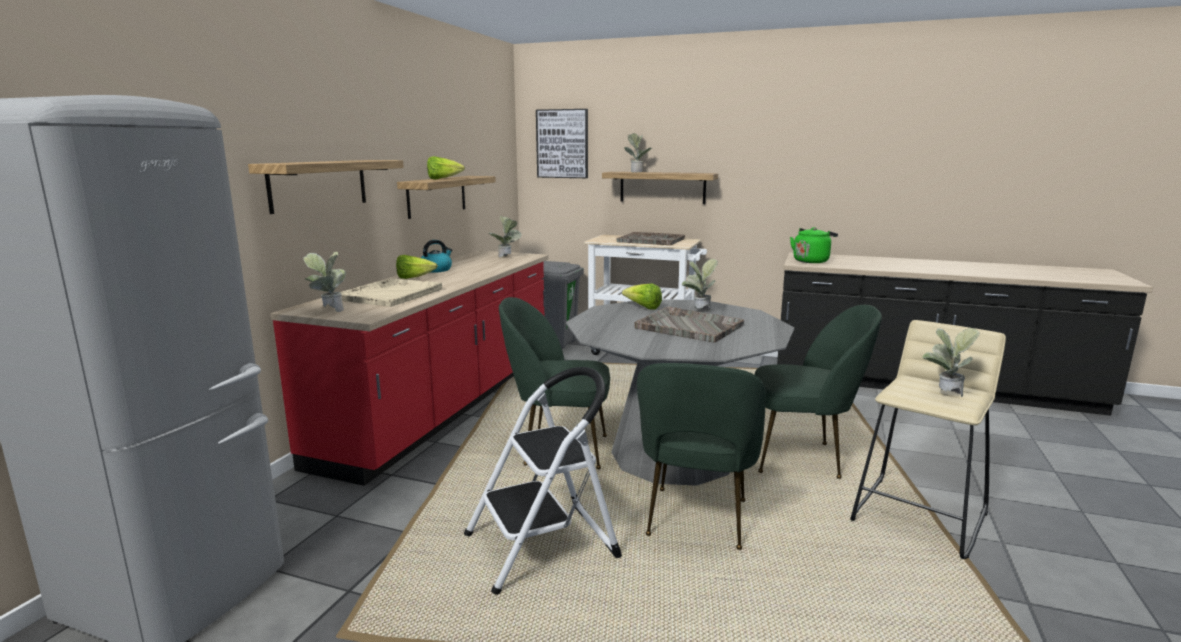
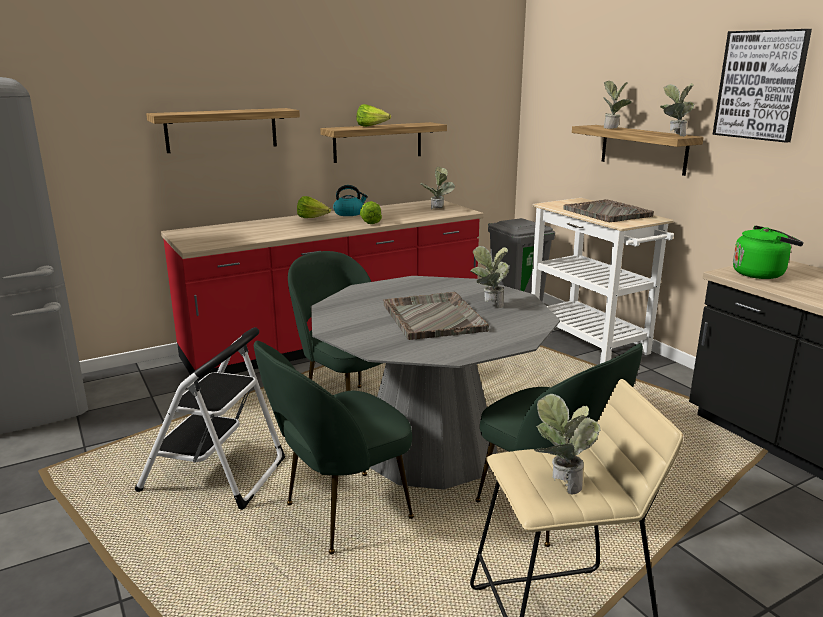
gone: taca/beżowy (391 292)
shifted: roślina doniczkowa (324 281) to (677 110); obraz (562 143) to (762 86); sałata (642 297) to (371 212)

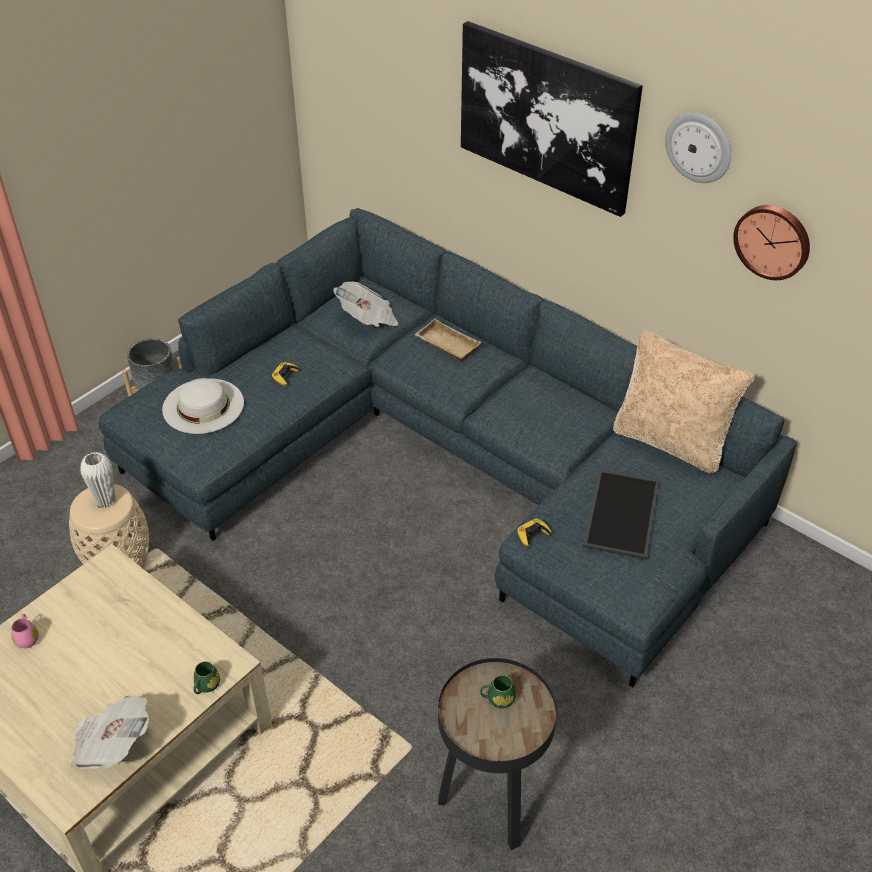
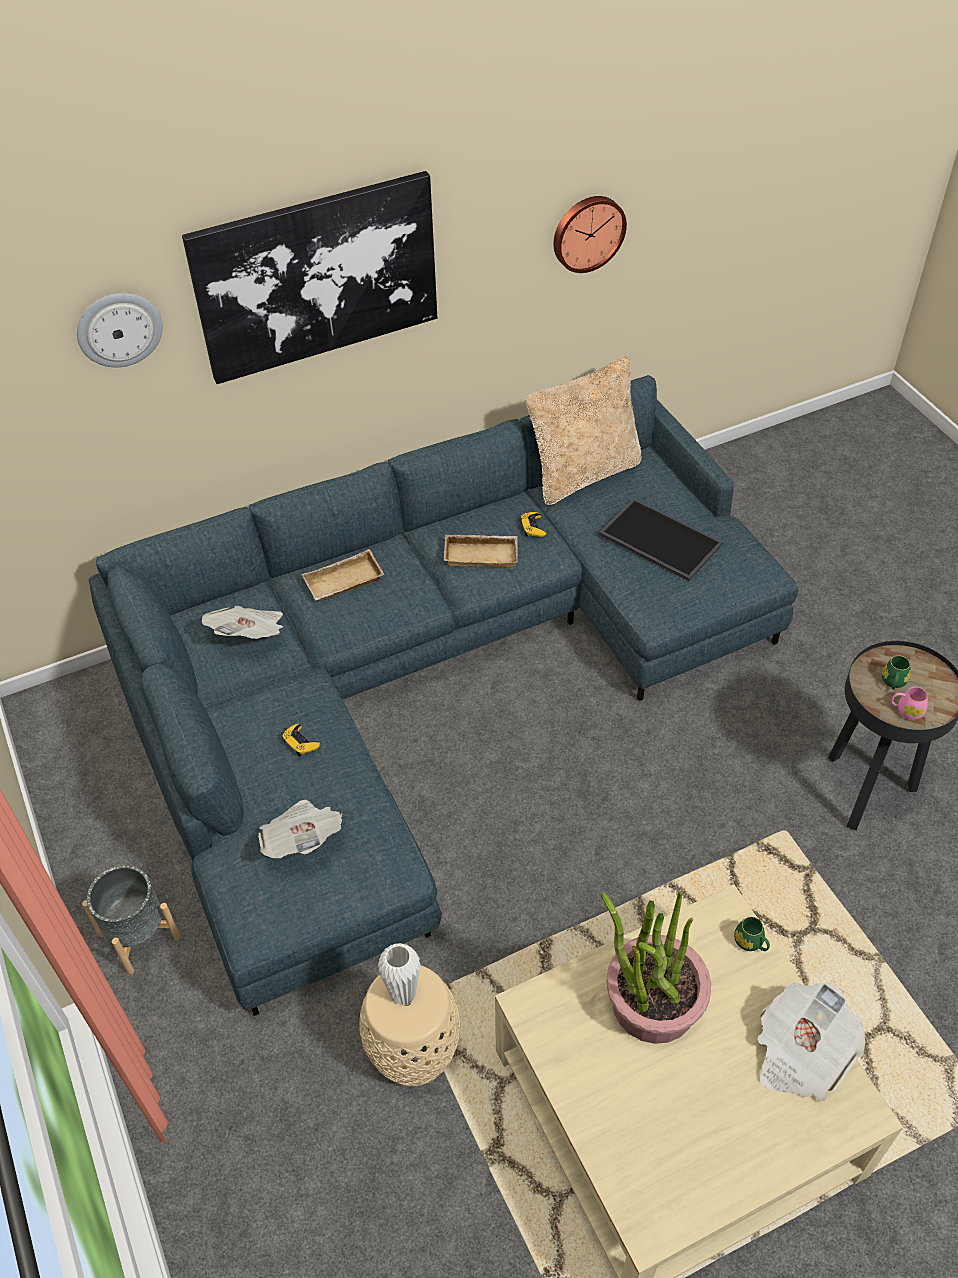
new: taca/beżowy (481 550); roślina doniczkowa (656 967)
shifted: kubek/różowy (25 631) to (910 703); pad do gier/żółty (534 532) to (534 524); zegar ścienny (698 148) to (120 330)
swapped: kapelusz/biały (203 406) to gazeta (300 829)

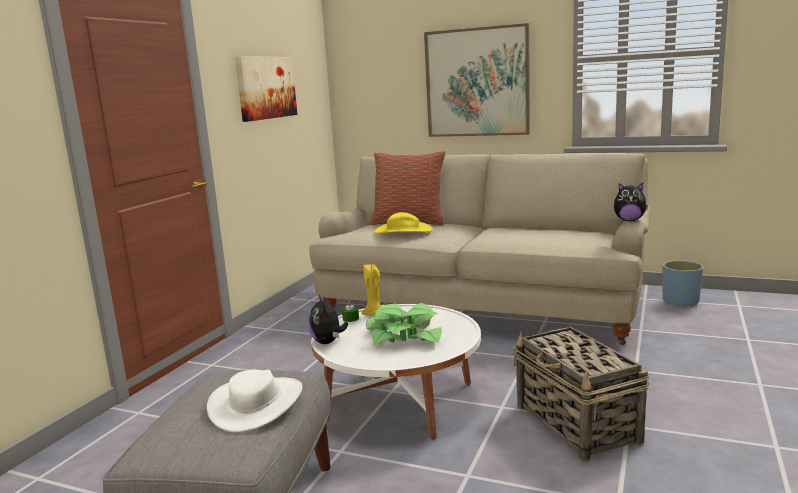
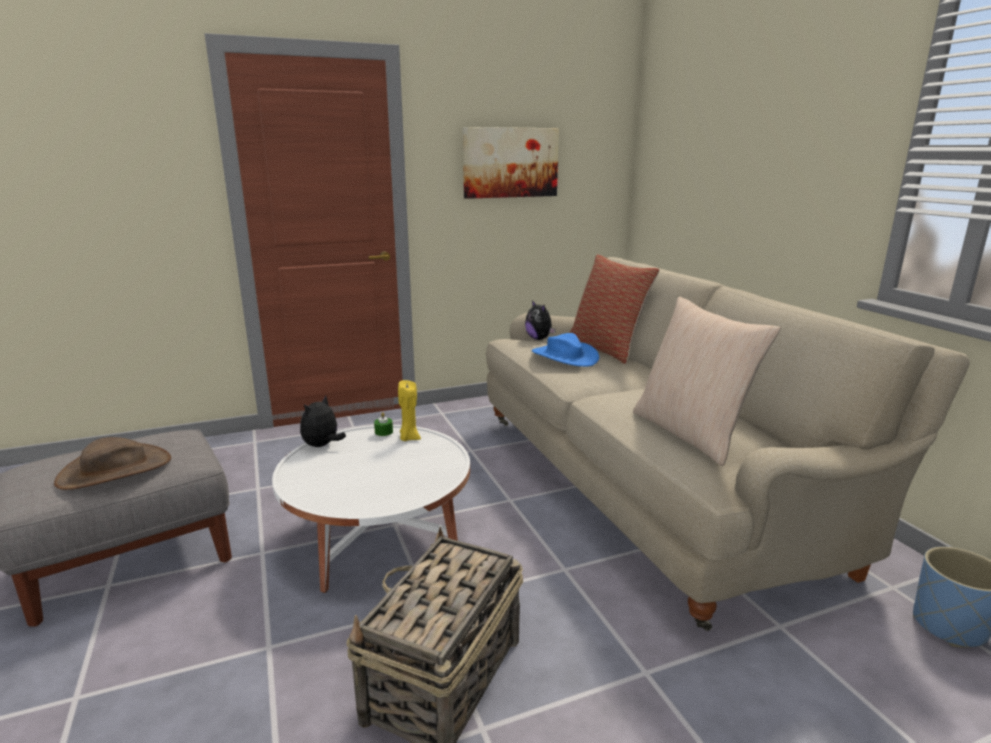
gone: roślina doniczkowa (404 324); obraz (477 80)
new: poduszka/beżowy (707 381)
shifted: pluszak (631 202) to (540 320)
repainted: kapelusz/biały (254 401) to kapelusz/brązowy (112 463); kapelusz/żółty (403 223) to kapelusz/niebieski (565 350)

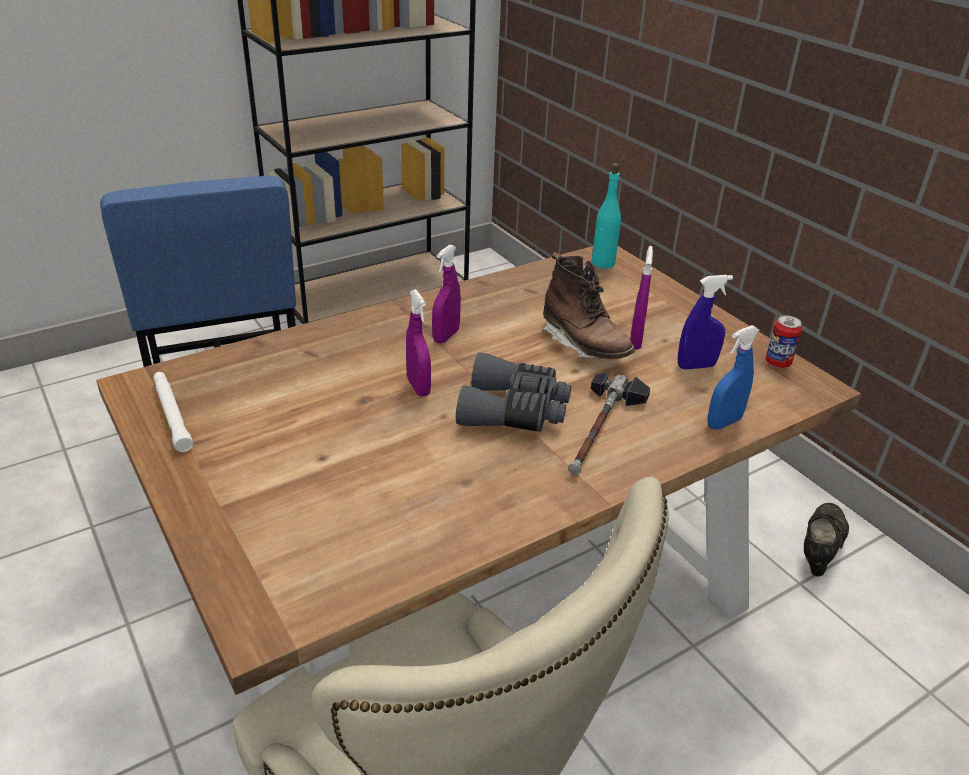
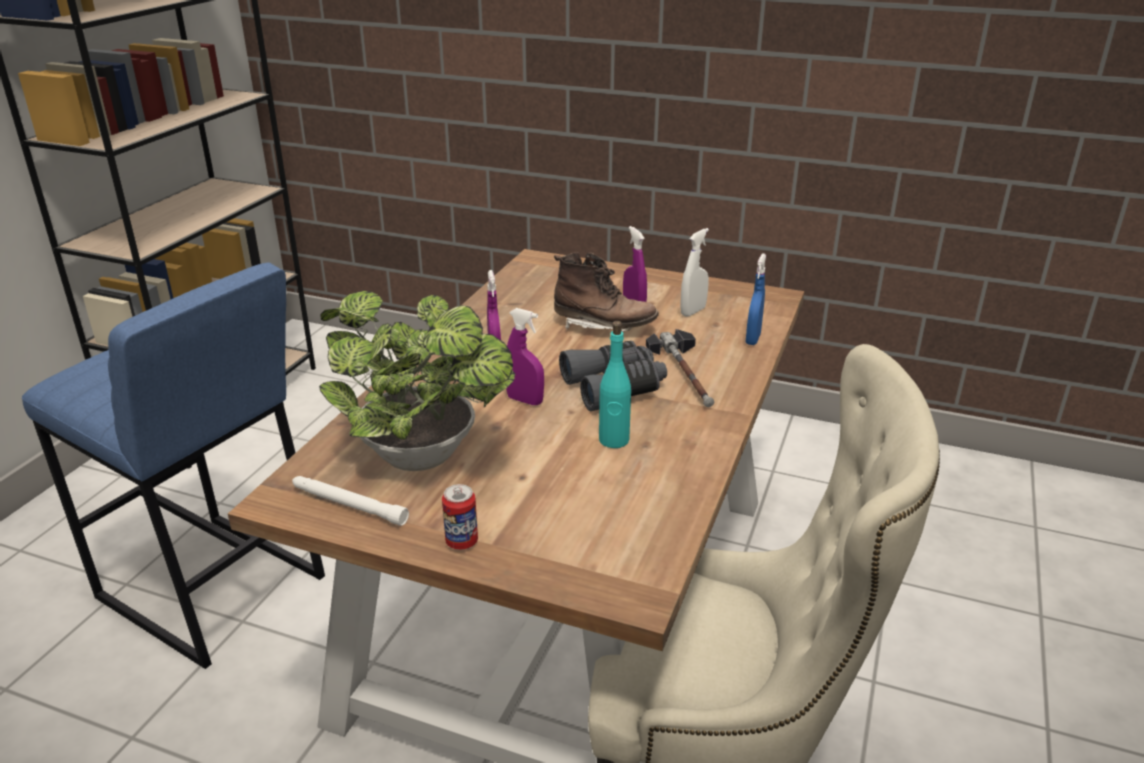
gone: but/czarny (826 540)
new: roślina doniczkowa (417 381)
shifted: butelka/turkusowy (606 215) to (615 384); puszka (783 341) to (460 517)
repainted: spryskiwacz/niebieski (705 322) to spryskiwacz/biały (694 272)

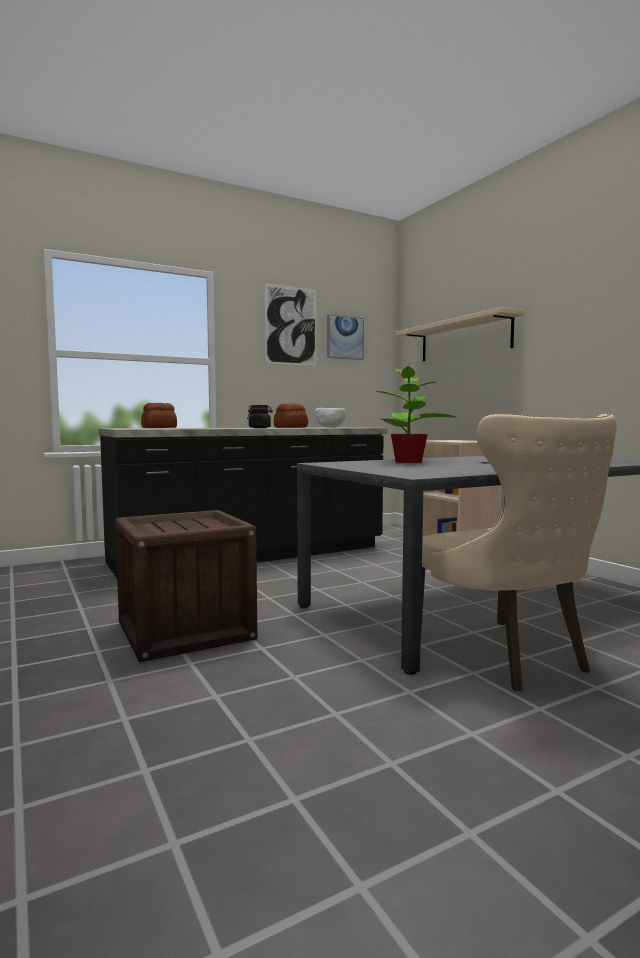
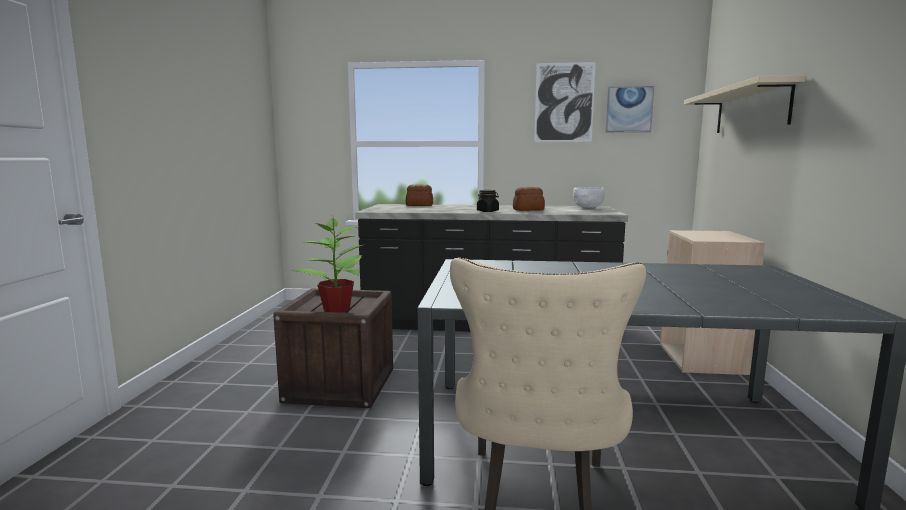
shifted: roślina doniczkowa (415 414) to (327 265)

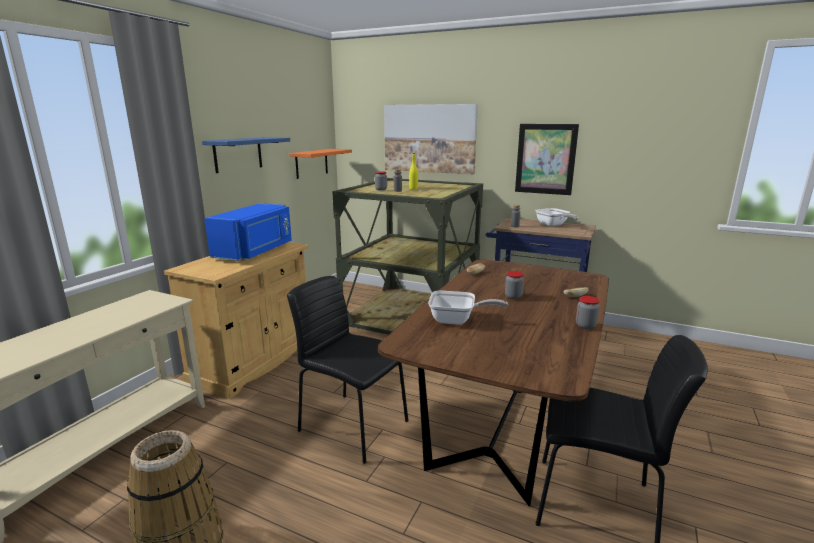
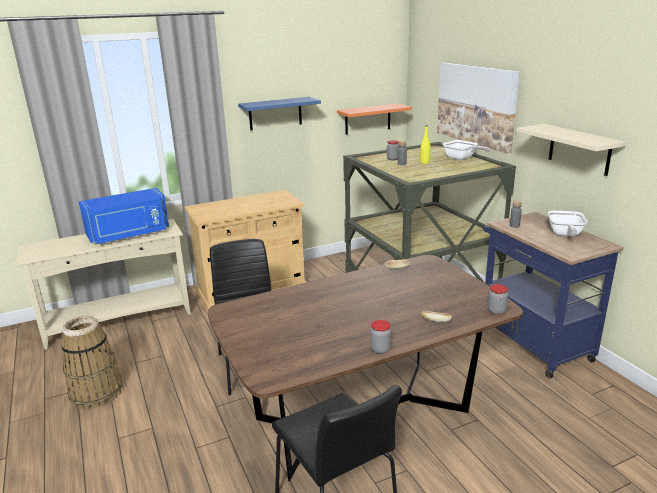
shifted: mikrofalówka/niebieski (248 232) to (124 216); patelnia (468 308) to (466 150); słoik (514 285) to (498 299)
swapped: obraz (547 159) to półka/beżowy (571 150)

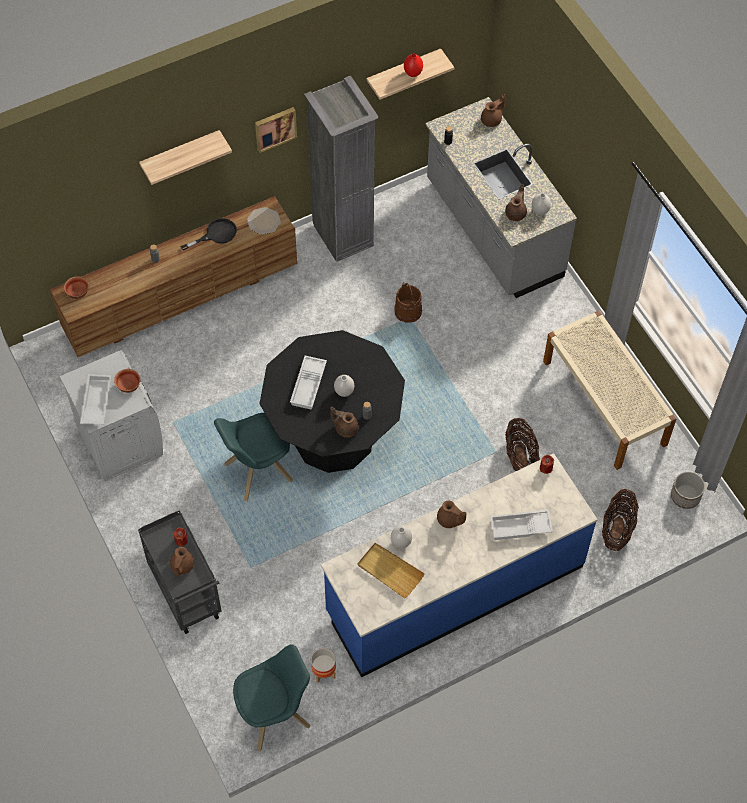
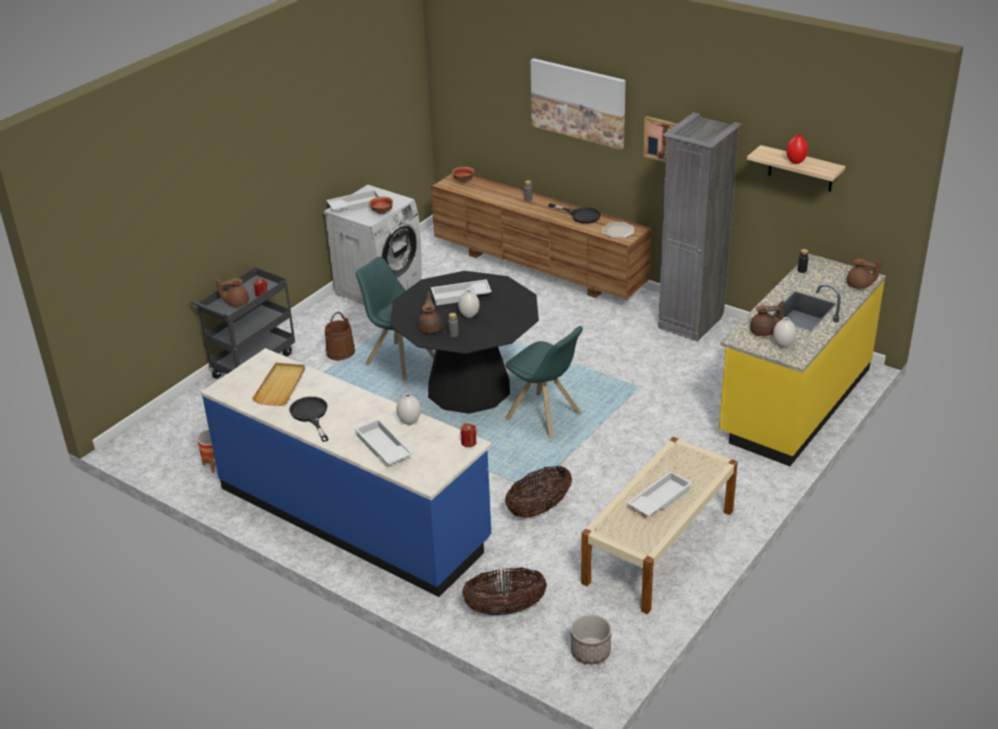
gone: imbryk/brązowy (452 514)
new: patelnia/czarny (308 419); taca/biały (659 494)
shifted: krzesło/turkusowy (271 698) to (544 382); wazon/biały (401 536) to (408 409); wiadro/brązowy (408 302) to (340 336)
swapped: półka (185 157) to obraz (578 104)
repainted: zabudowa kuchenna/szary (501 197) to zabudowa kuchenna/żółty (802 359)

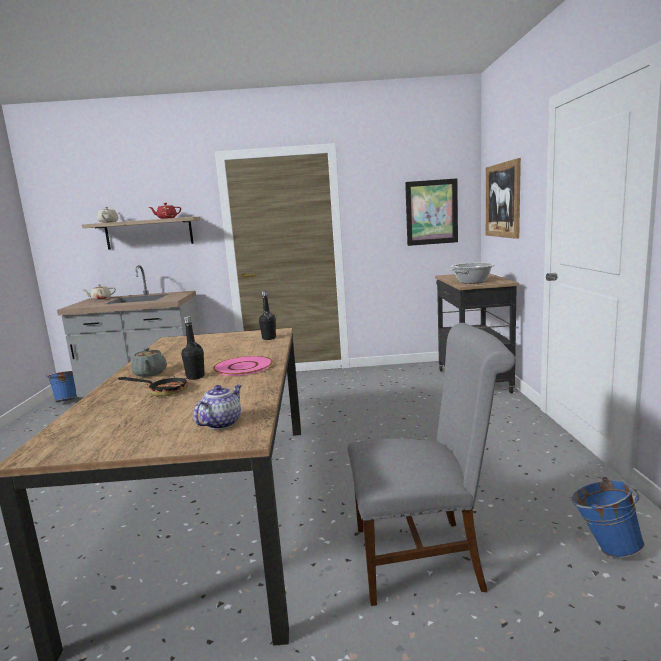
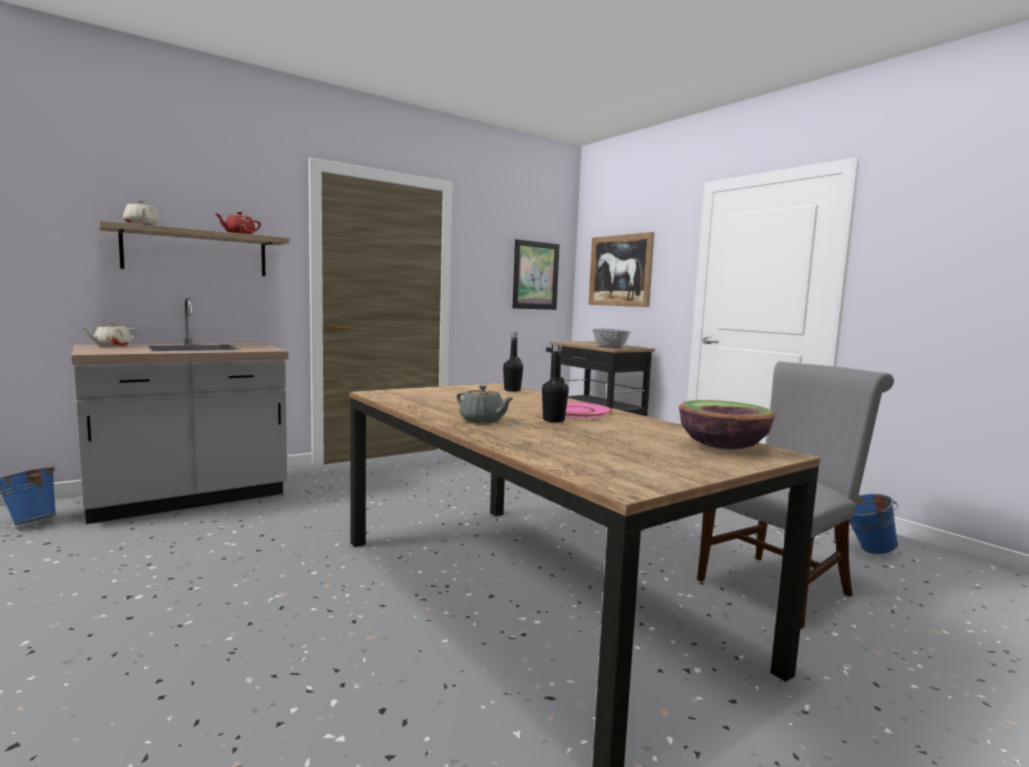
gone: patelnia (153 385)
swapped: imbryk (217 407) to miska (727 424)

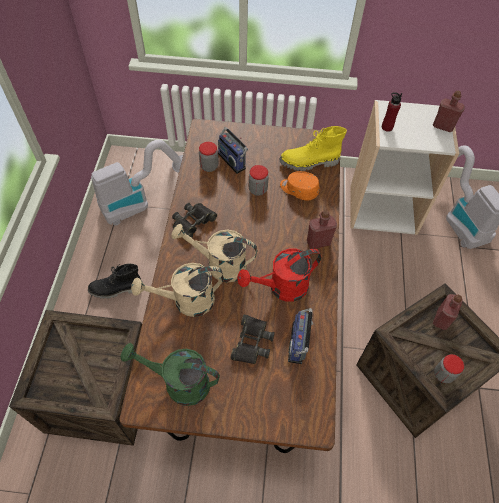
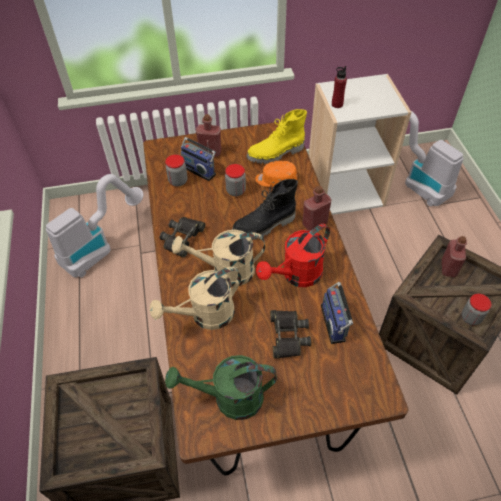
shifted: but z cholewką/czarny (114 281) to (265 209); butelka/czerwony (449 111) to (208 135)

